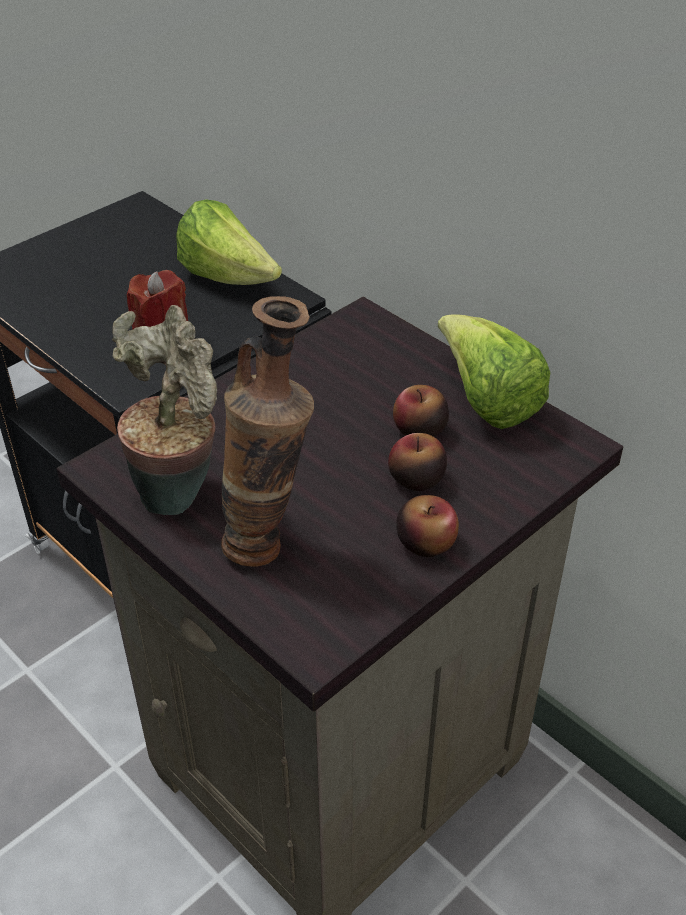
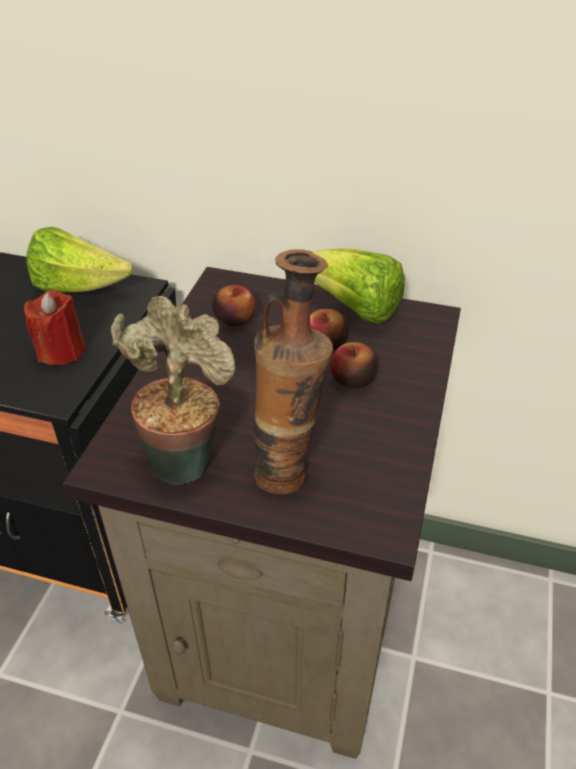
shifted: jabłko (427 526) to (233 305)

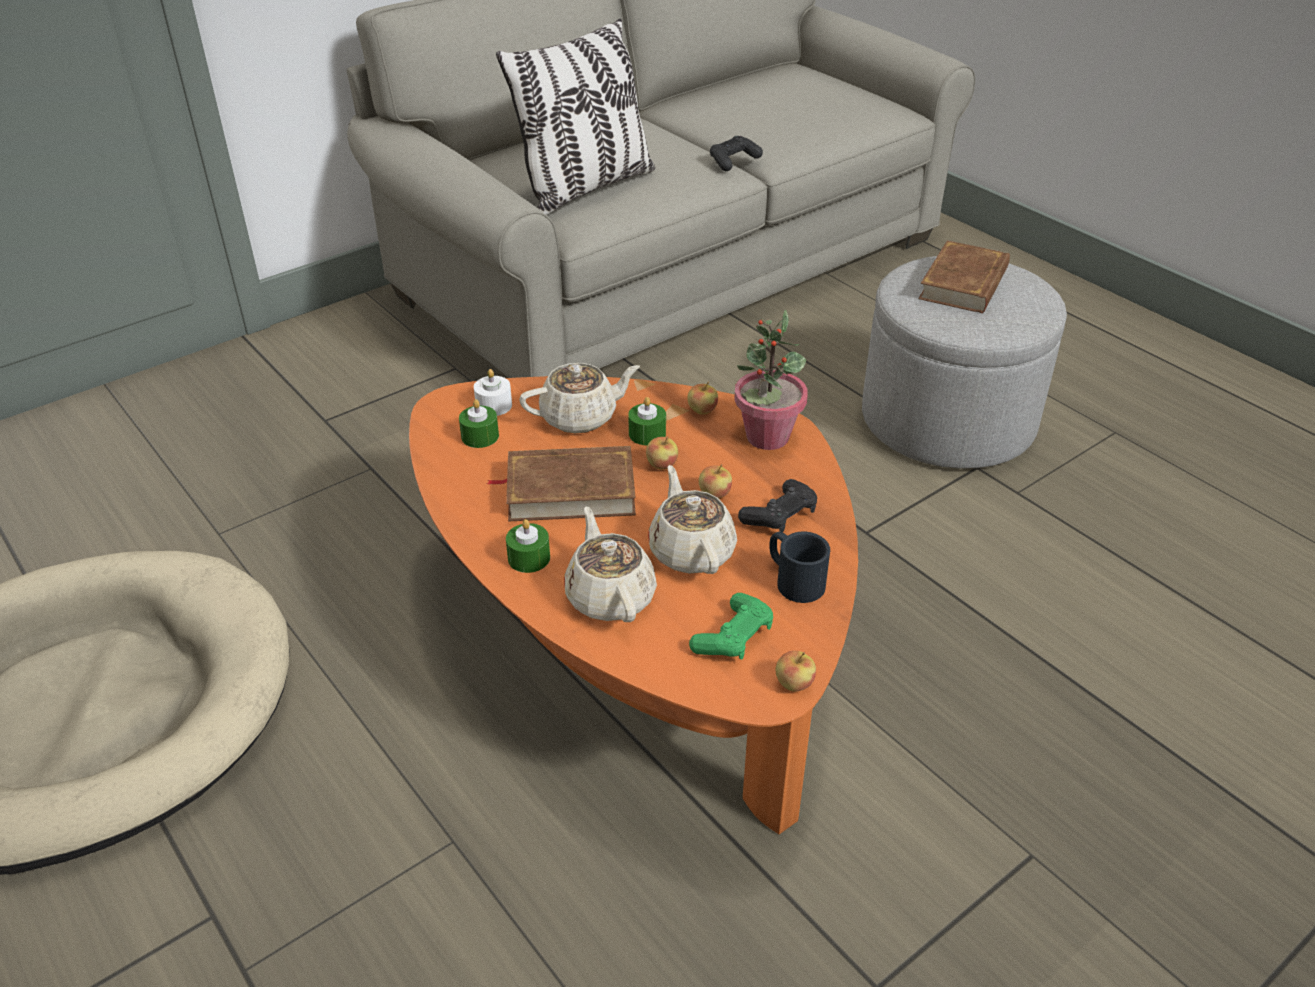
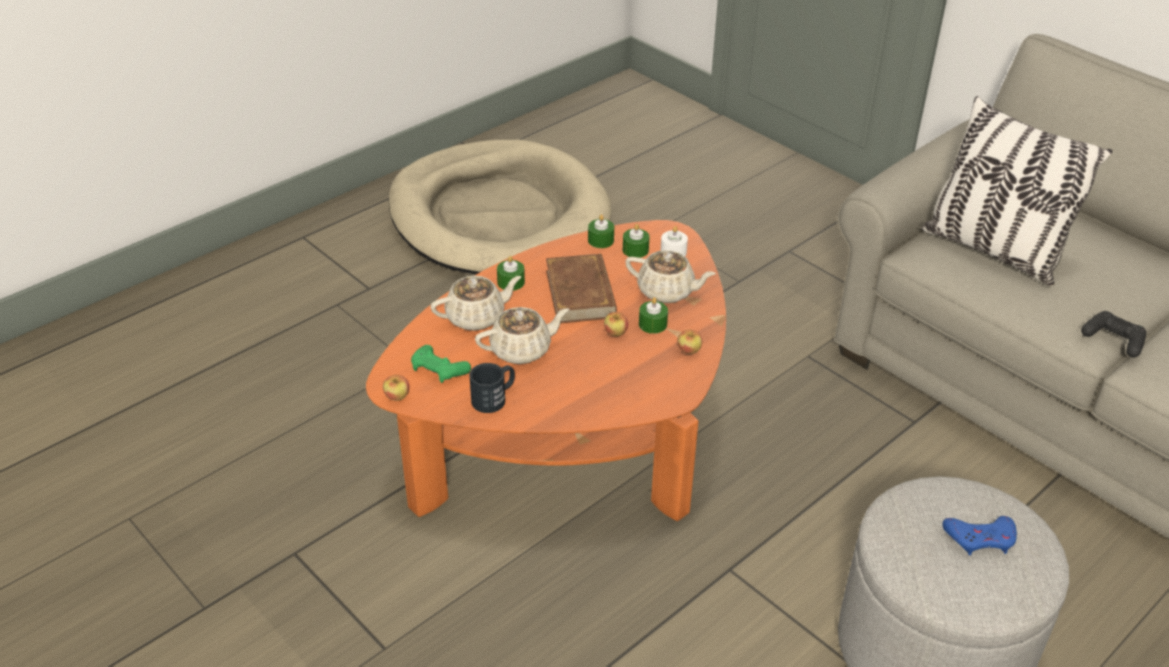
gone: jabłko (715 481); roślina doniczkowa (771 380); pad do gier/czarny (777 505)
new: świeca/zielony (601 231)
swapped: książka/brązowy (964 277) to pad do gier/niebieski (980 535)
rotated: imbryk/beżowy (579 398) = (670 277) 45 degrees counterclockwise

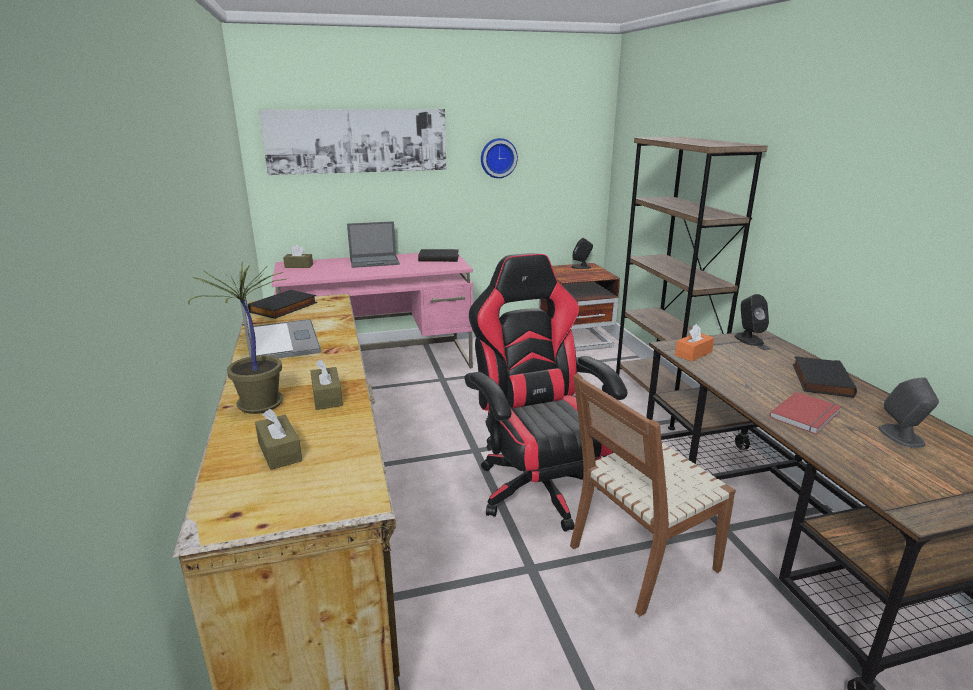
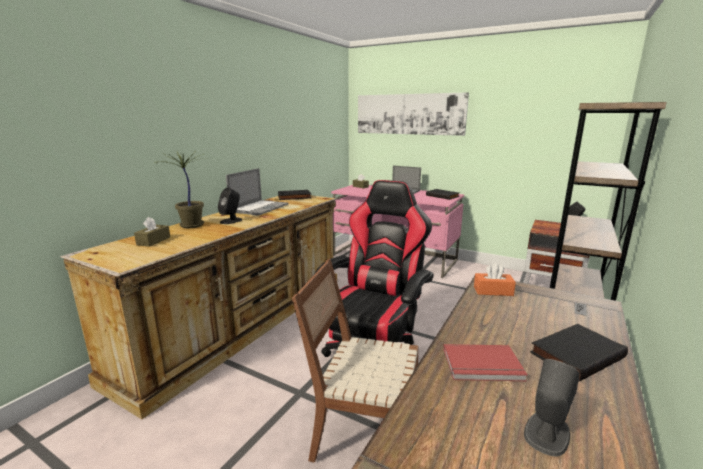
gone: pudełko chusteczek/brązowy (326 384); zegar ścienny (499 158)
shifted: głośnik/czarny (751 320) to (230 206)

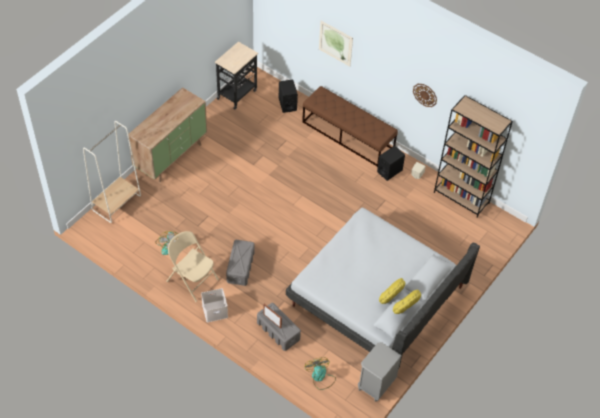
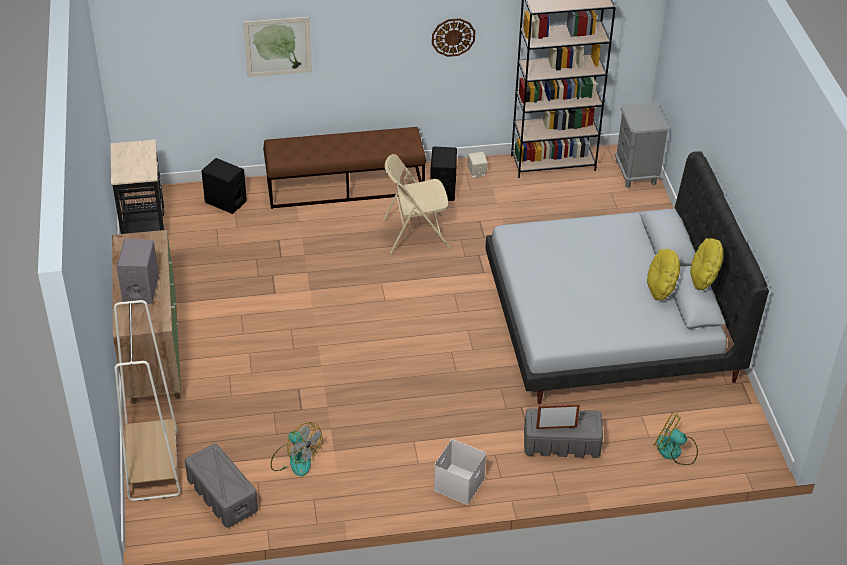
new: głośnik/szary (137 271)
shifted: krzesło/beżowy (192 266) to (416 204); pojemnik do przechowywania/szary (240 263) to (221 486); szafka nocna/szary (380 372) to (641 145)

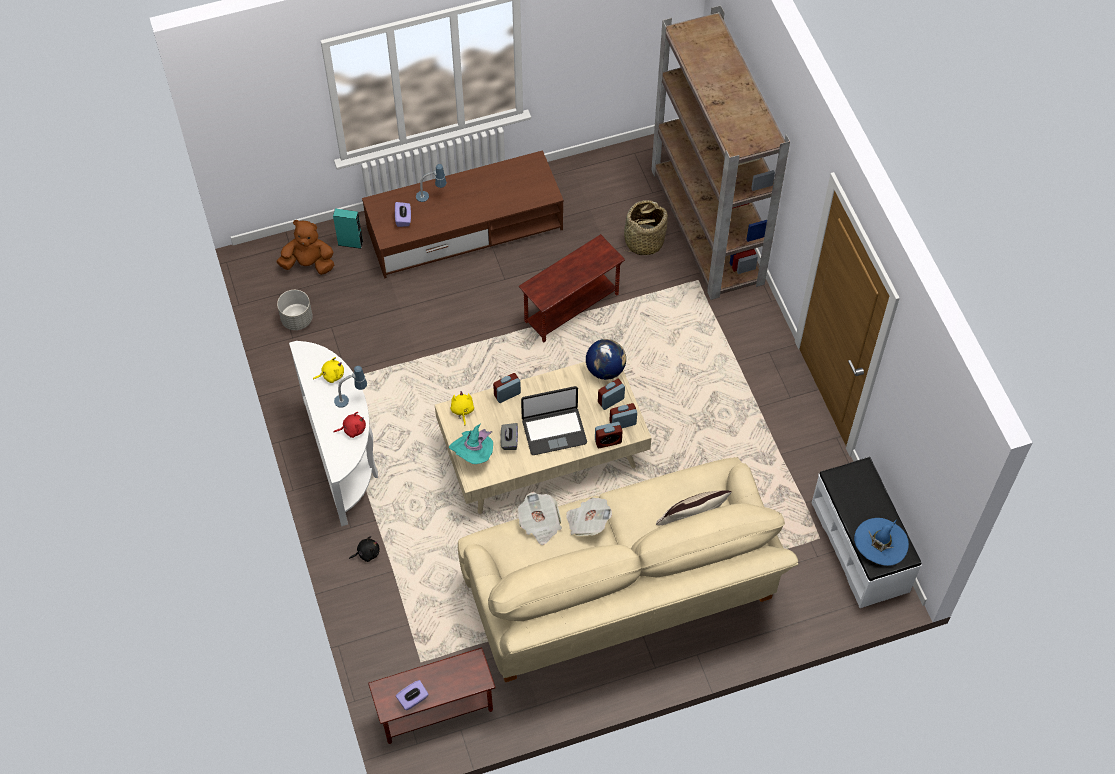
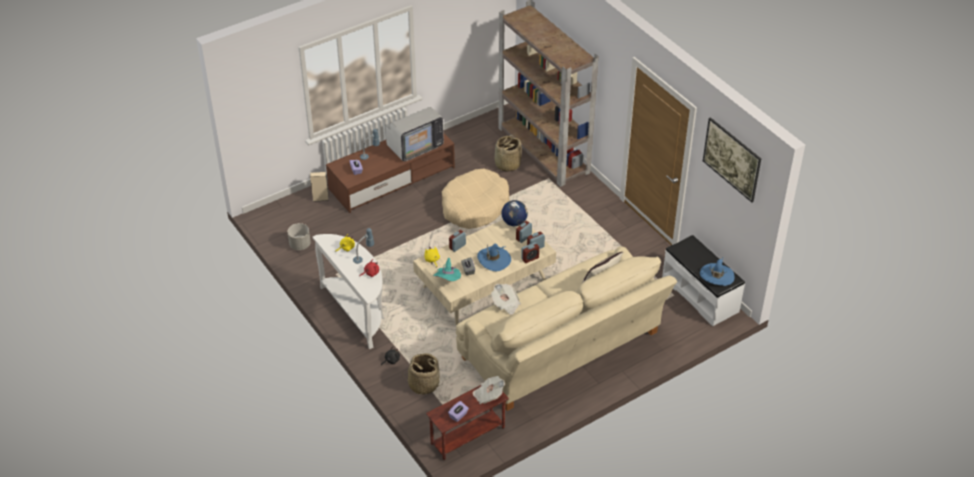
gone: pluszak/brązowy (305 247)
new: telewizor (414 134); koszyk (422 374); obraz (732 160)
shifted: gazeta (589 517) to (488 390)
swapped: stolik/brązowy (572 288) to legowisko/beżowy (476 199); laptop (554 420) to kapelusz/niebieski (494 257)
repainted: głośnik/turkusowy (348 228) to głośnik/beżowy (319 187)

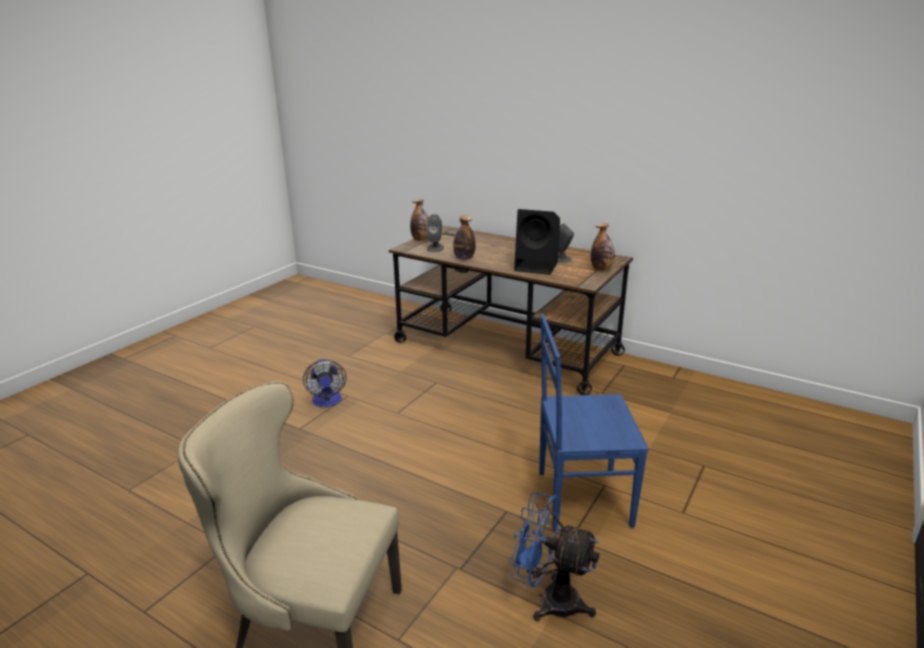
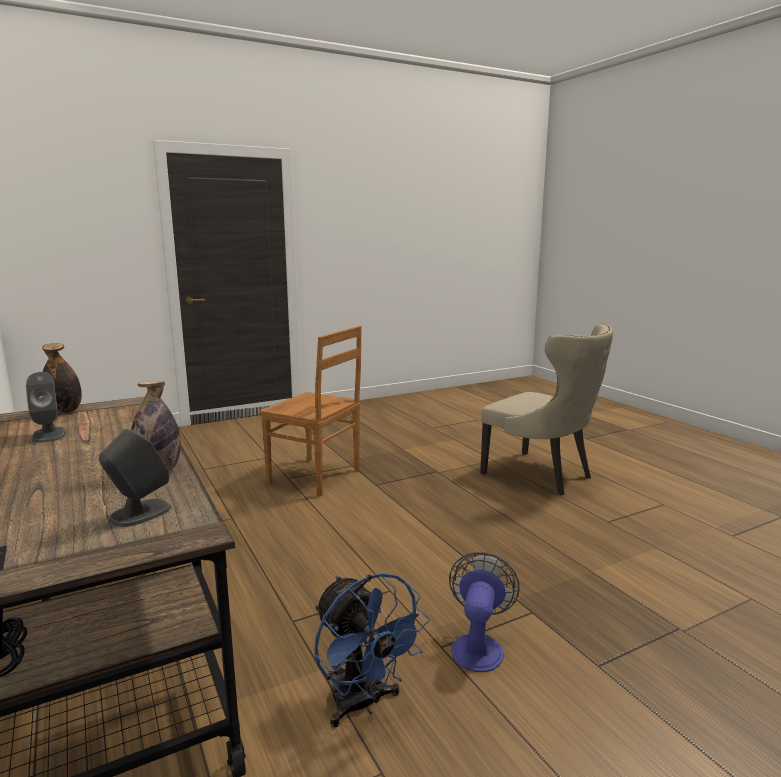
gone: butelka (419 220); głośnik/czarny (537 242)
shifted: wentylator/niebieski (554 556) to (372 650)
repainted: krzesło/niebieski (594 422) to krzesło/brązowy (311 411)

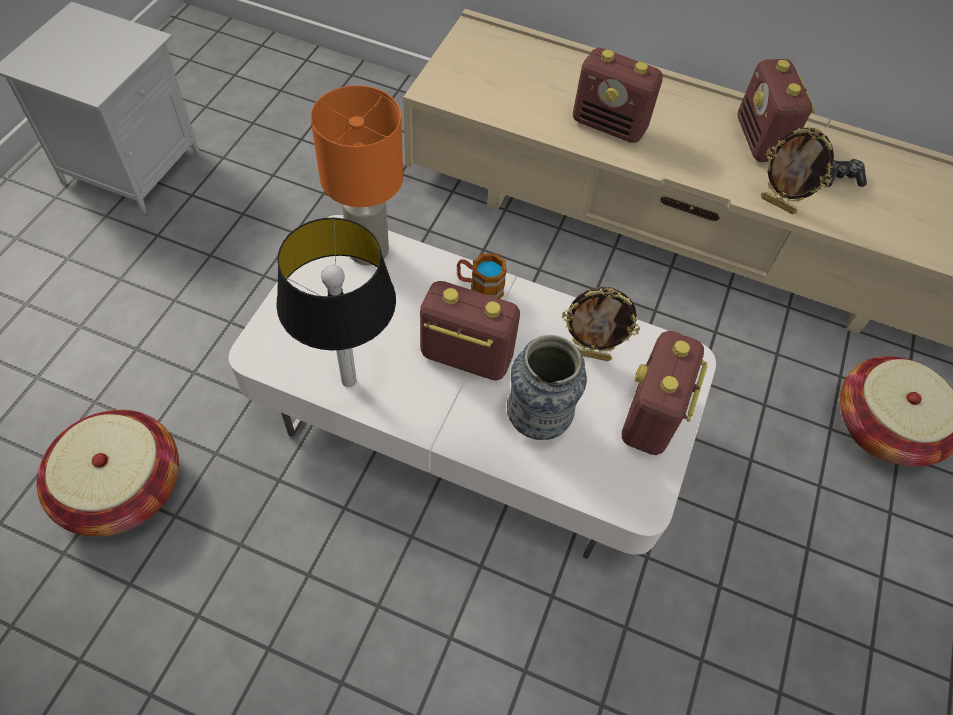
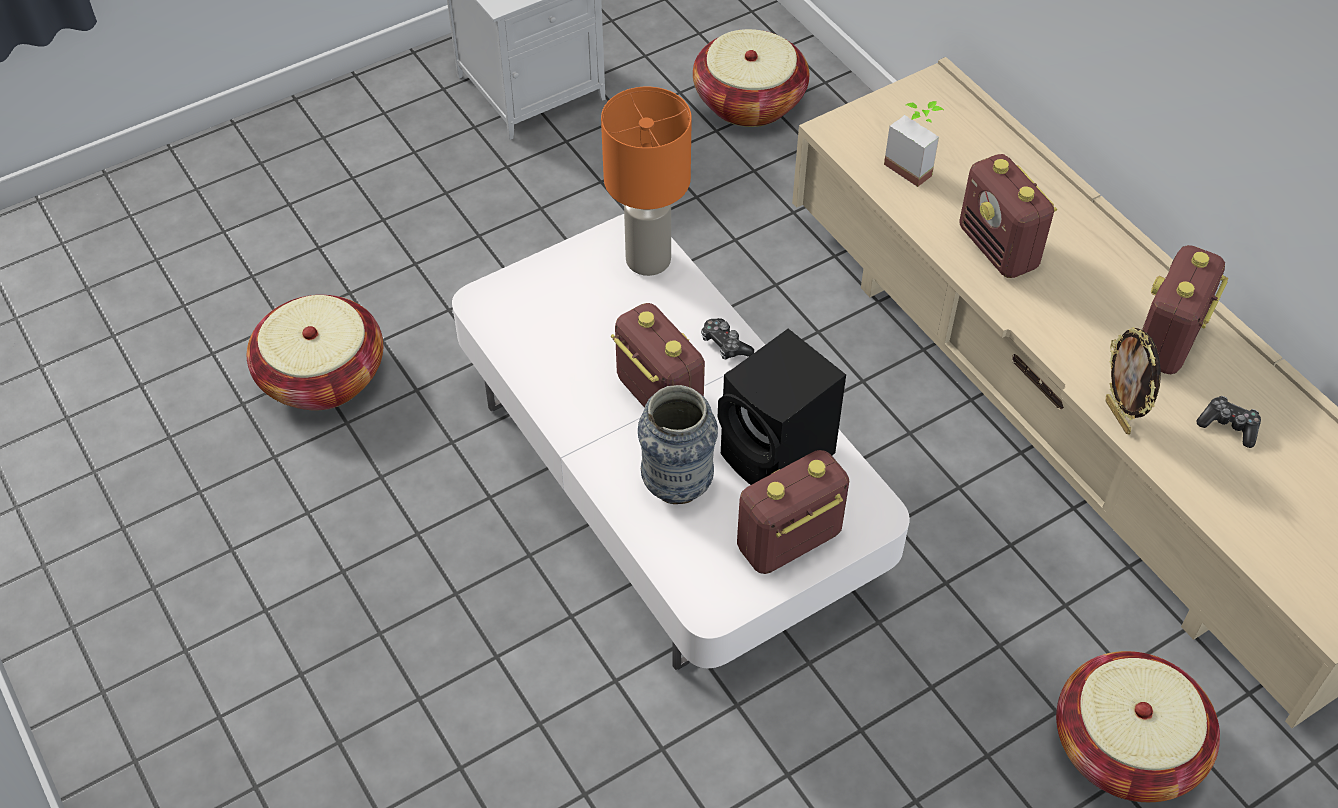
gone: lampa stołowa (336 302)
new: koszyk (751 78); roślina doniczkowa (914 144)
swapped: kubek (482 276) to pad do gier (727 339); ramka na zdjęcie (601 324) to głośnik/czarny (782 407)

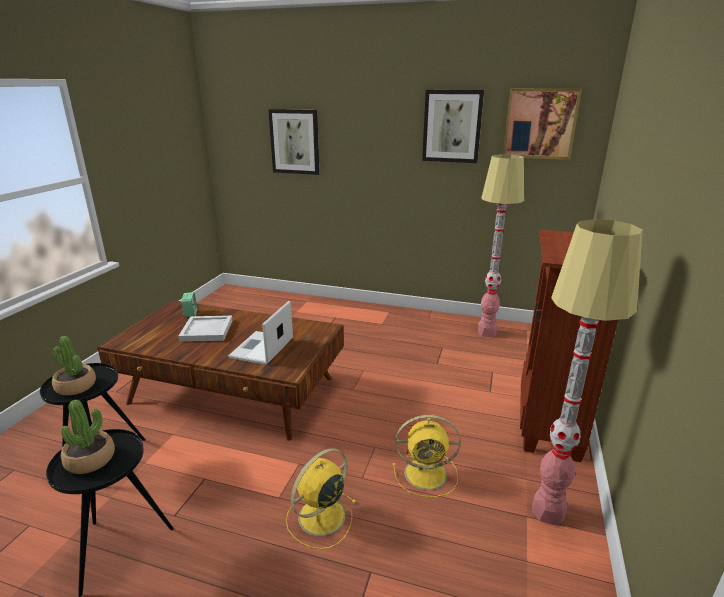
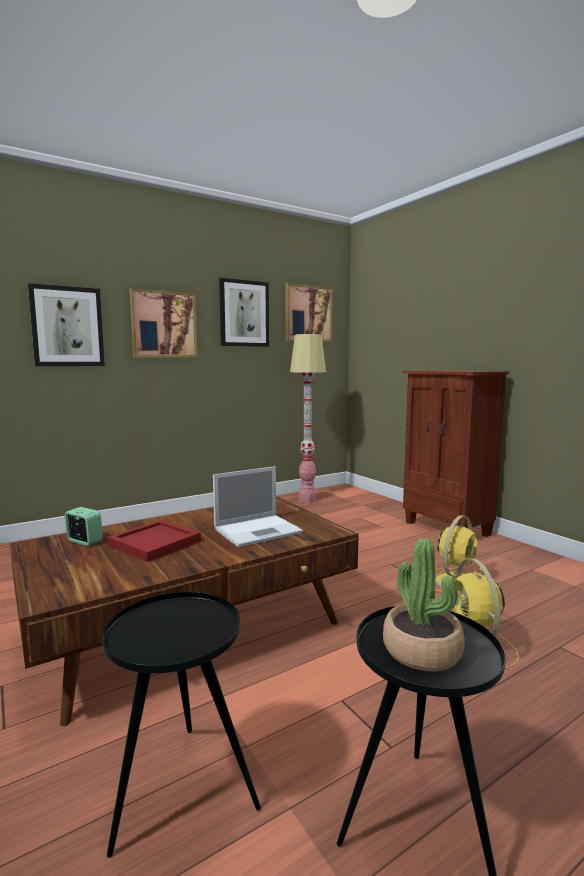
gone: roślina doniczkowa (74 366); lampa stojąca (587 372)
new: obraz (163 323)
repainted: taca/biały (205 329) to taca/czerwony (154 541)
rotated: laptop (260 333) = (258 506) 90 degrees counterclockwise

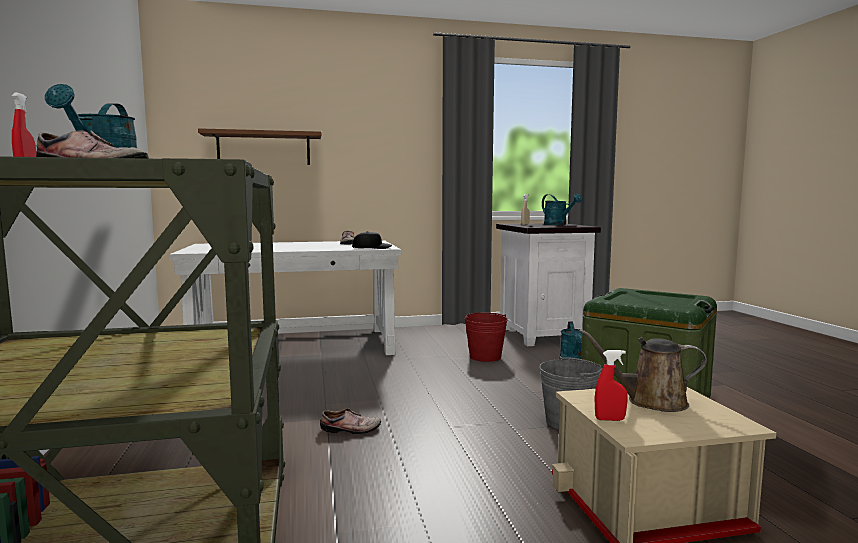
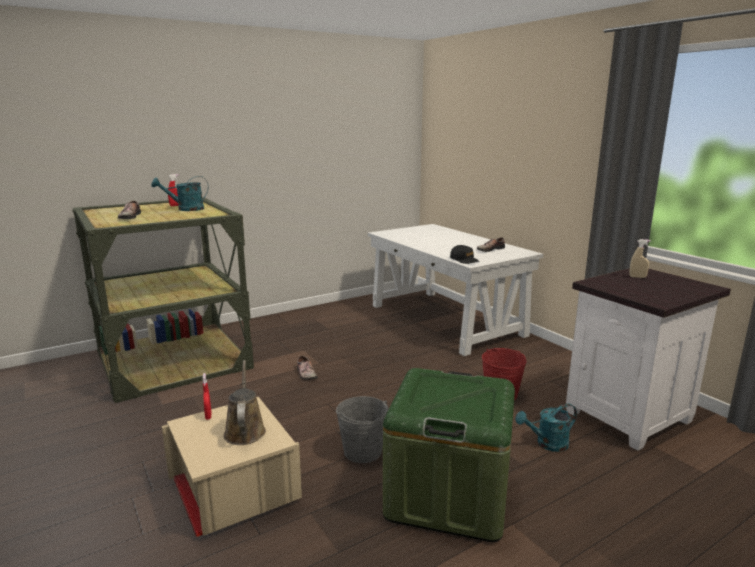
gone: półka/brązowy (259 146); konewka/turkusowy (562 209)

